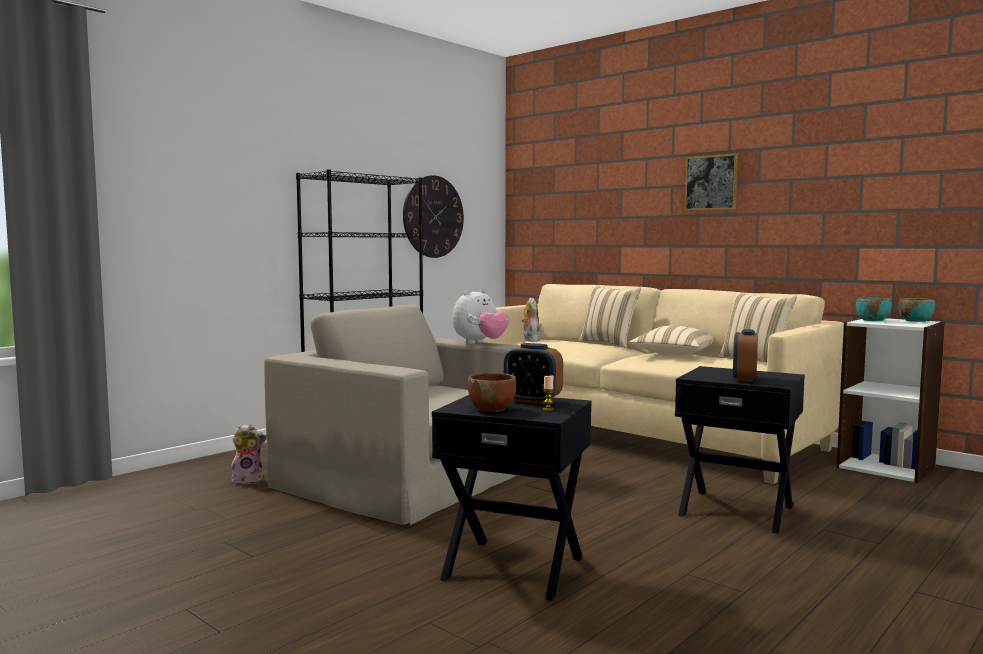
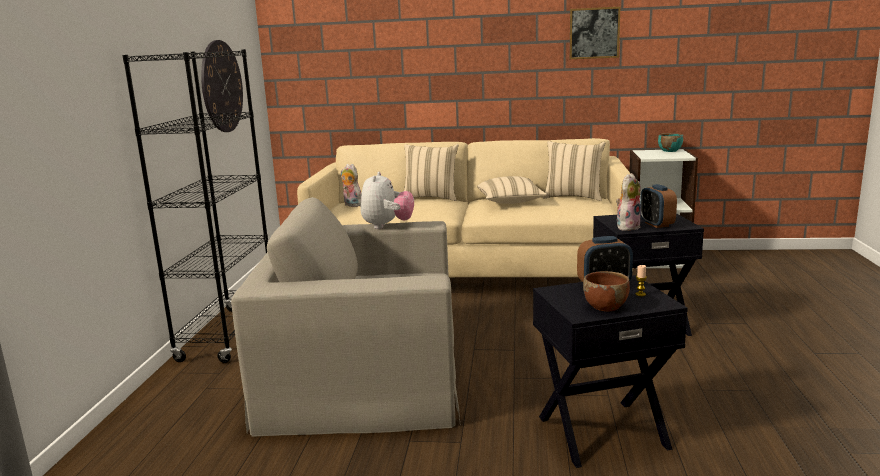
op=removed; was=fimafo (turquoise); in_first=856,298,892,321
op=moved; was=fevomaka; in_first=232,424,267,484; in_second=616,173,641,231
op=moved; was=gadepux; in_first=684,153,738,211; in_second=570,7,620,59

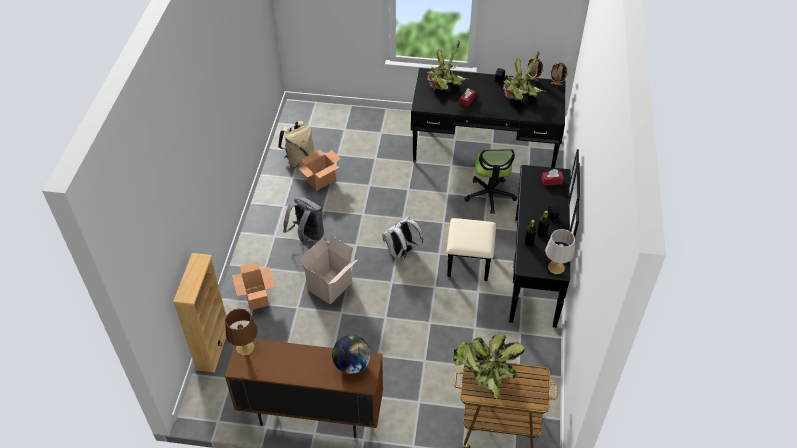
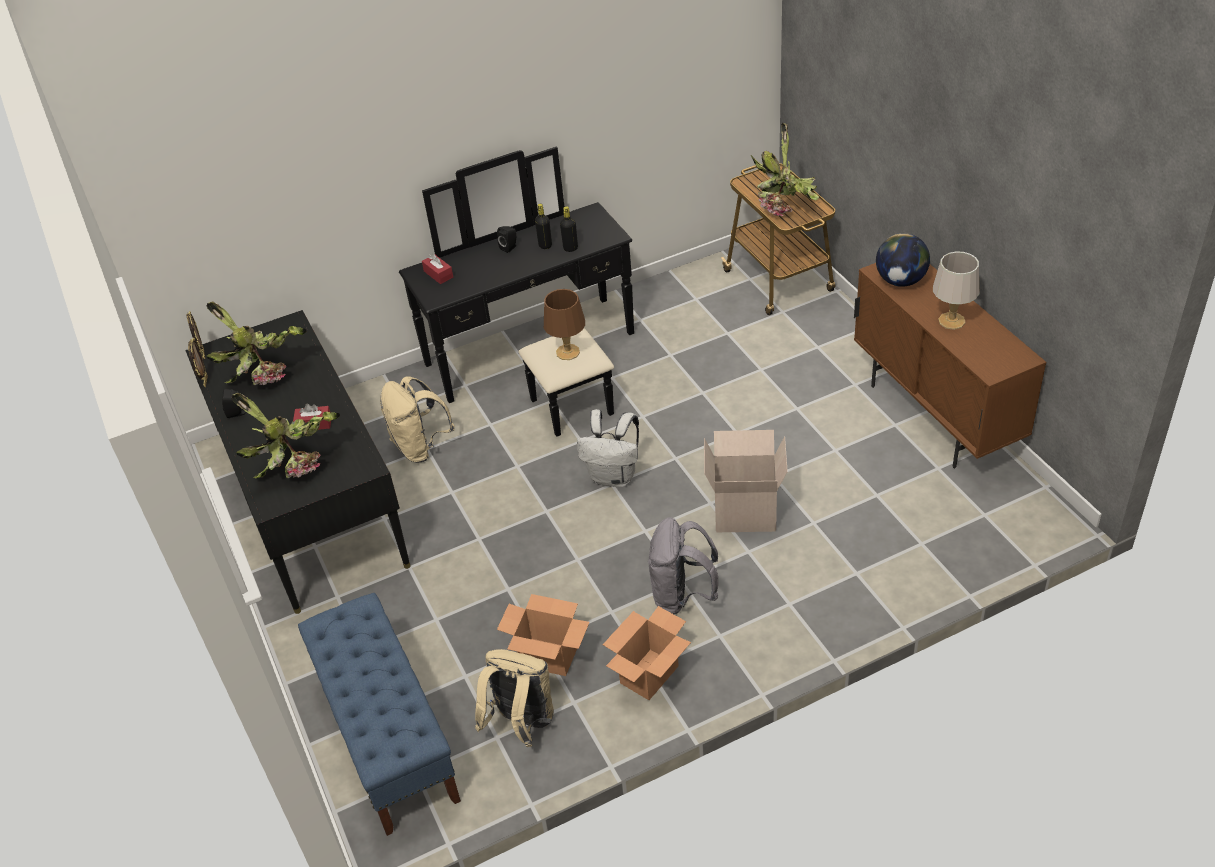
op=removed; was=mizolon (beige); in_first=173,253,226,372
op=added; now=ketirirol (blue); in_second=298,593,461,836
op=moved; was=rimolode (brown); in_first=225,308,258,356; in_second=544,289,585,360
op=moved; was=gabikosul; in_first=232,262,275,310; in_second=603,606,691,700
op=moved; was=rimolode (grey); in_first=545,229,575,274; in_second=933,251,979,330
op=replaced; was=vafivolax; now=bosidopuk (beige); in_first=464,149,517,214; in_second=380,376,455,462

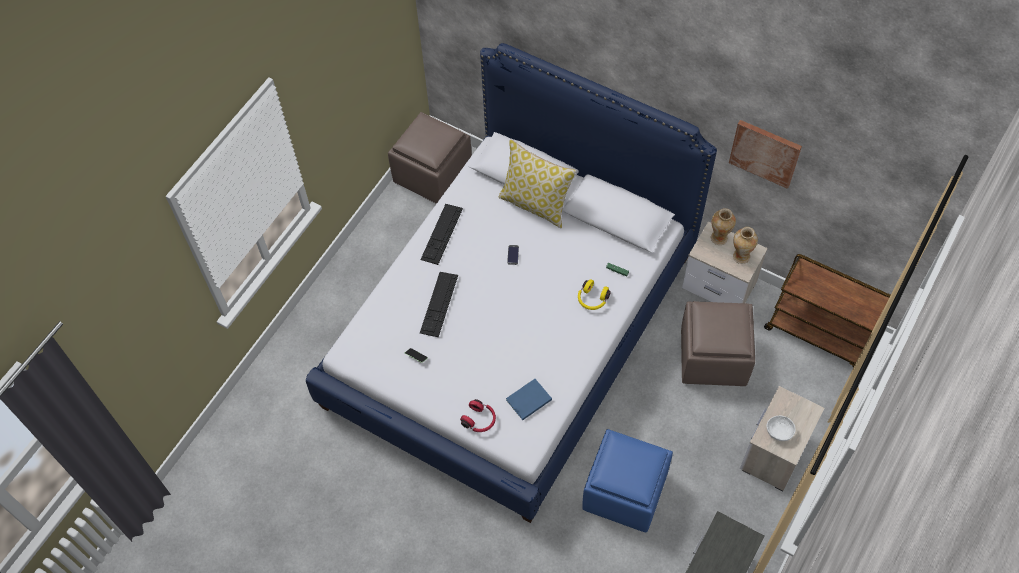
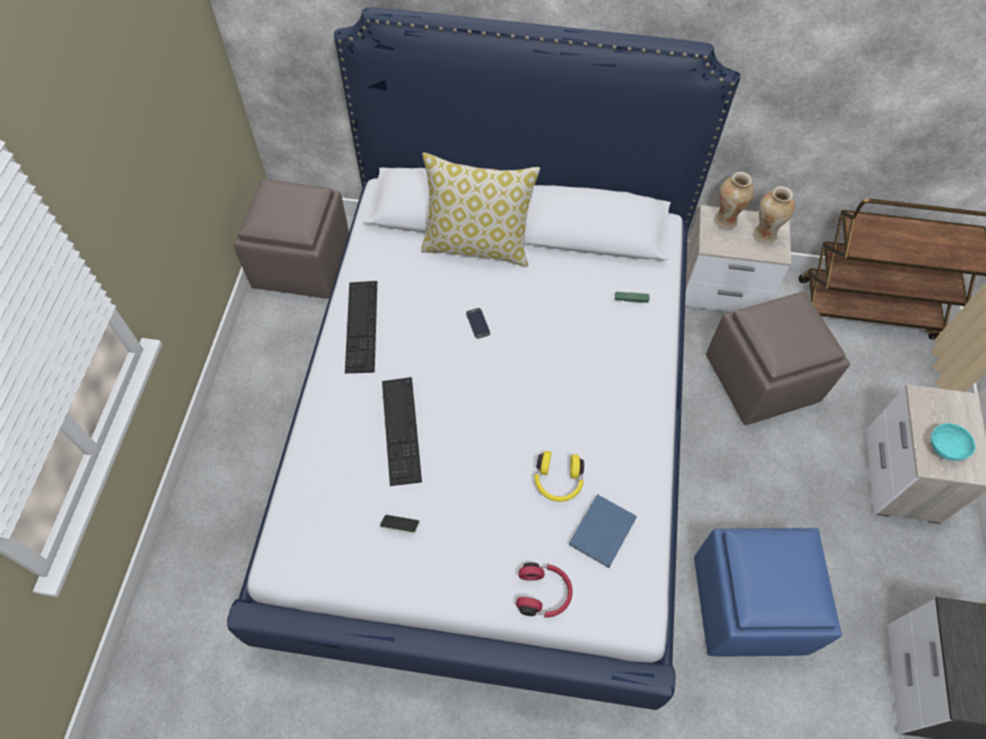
op=removed; was=gadepux; in_first=729,120,802,189
op=moved; was=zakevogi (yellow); in_first=578,279,611,310; in_second=534,451,584,502
op=recoloured; was=fimafo (white); now=fimafo (turquoise); in_first=766,416,796,441; in_second=931,423,976,461

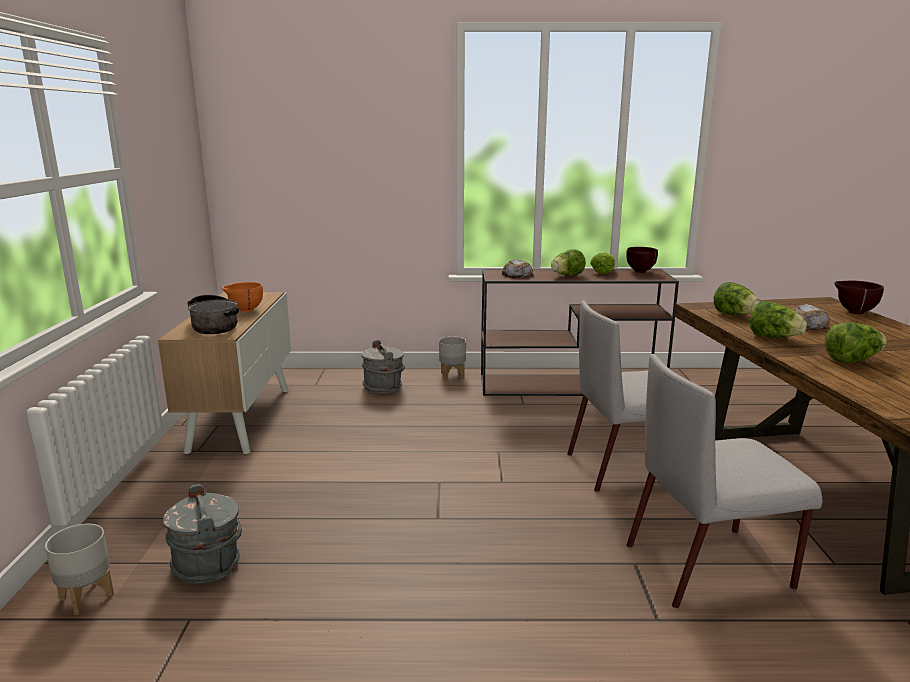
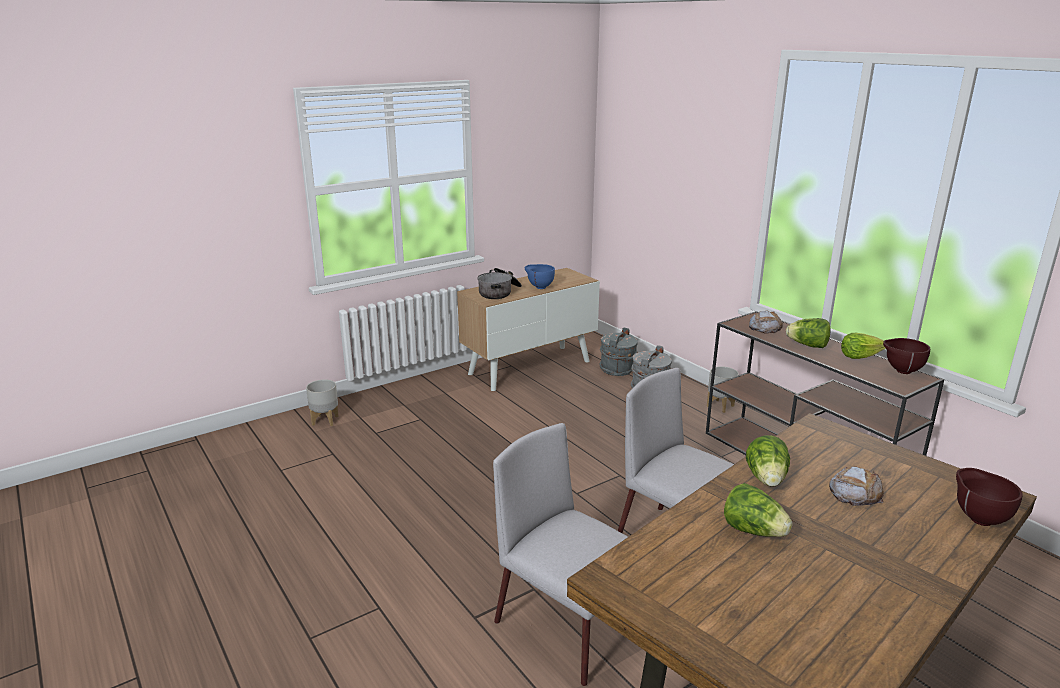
op=removed; was=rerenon; in_first=714,282,760,315
op=moved; was=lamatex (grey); in_first=163,484,242,584; in_second=600,328,638,376
op=recoloured; was=fimafo (orange); now=fimafo (blue); in_first=222,282,263,312; in_second=525,264,555,289

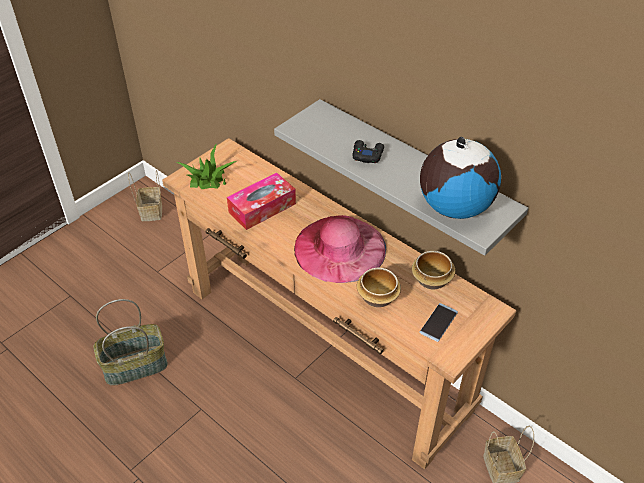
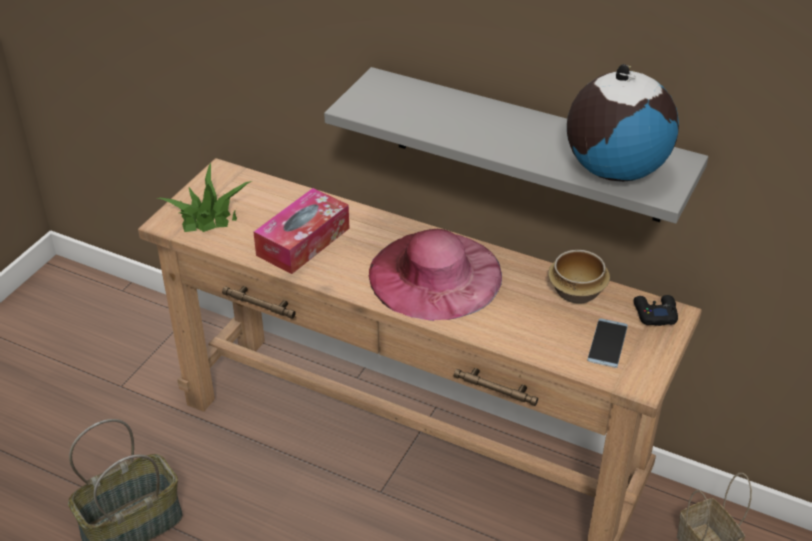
op=removed; was=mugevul; in_first=128,170,162,221
op=removed; was=fimafo; in_first=357,268,401,307
op=moved; was=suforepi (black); in_first=352,140,384,163; in_second=634,295,678,326

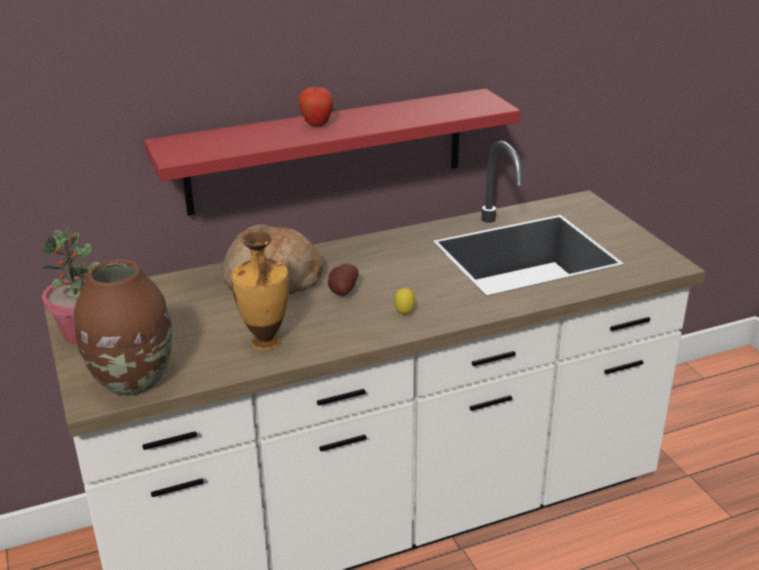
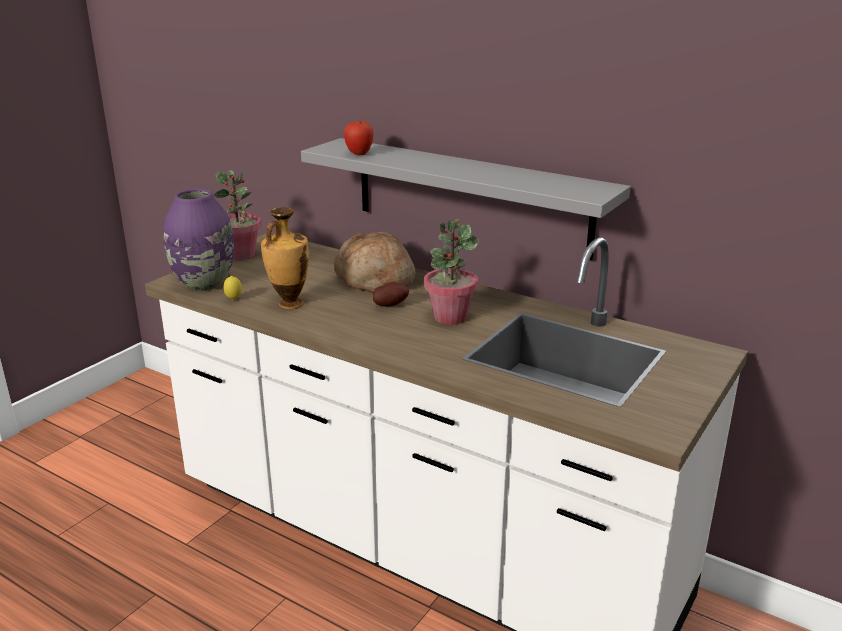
op=added; now=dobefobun; in_second=424,219,479,325
op=moved; was=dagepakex; in_first=298,86,333,127; in_second=344,120,374,155
op=moved; was=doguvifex; in_first=394,288,415,315; in_second=224,276,242,300
op=recoloured; was=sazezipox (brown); now=sazezipox (purple); in_first=74,260,172,396; in_second=163,189,234,291
op=recoloured; was=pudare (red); now=pudare (grey); in_first=144,89,520,216; in_second=301,138,631,260

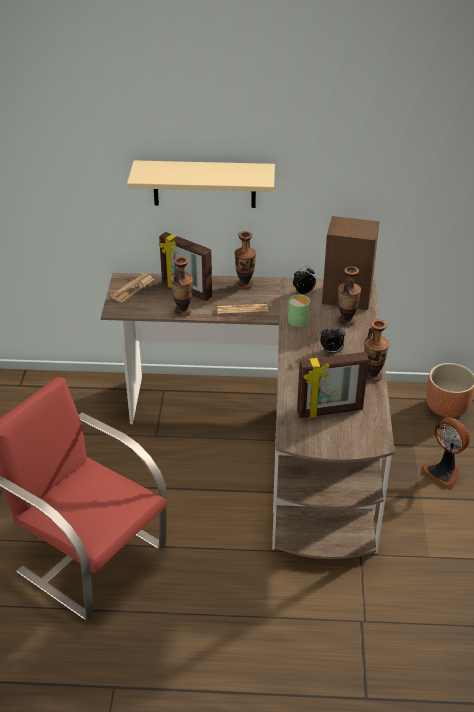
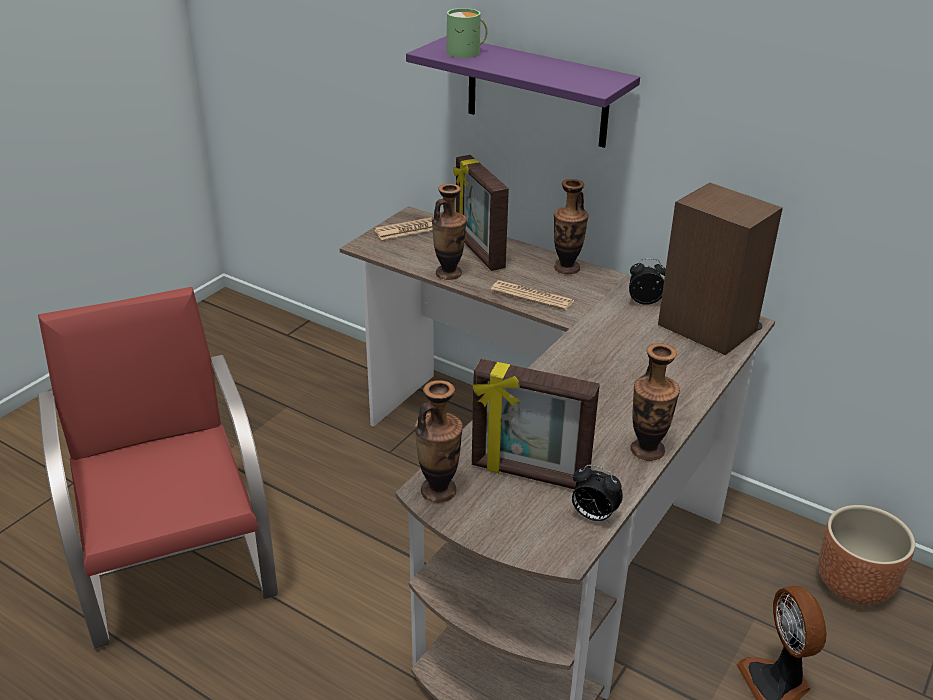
op=moved; was=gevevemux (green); in_first=288,295,311,327; in_second=447,8,488,58
op=moved; was=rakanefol; in_first=320,326,345,353; in_second=572,465,623,523
op=moved; was=sazezipox; in_first=338,266,361,326; in_second=415,380,463,503
op=recoloured; was=pudare (beige); now=pudare (purple); in_first=127,160,275,208; in_second=406,36,640,148

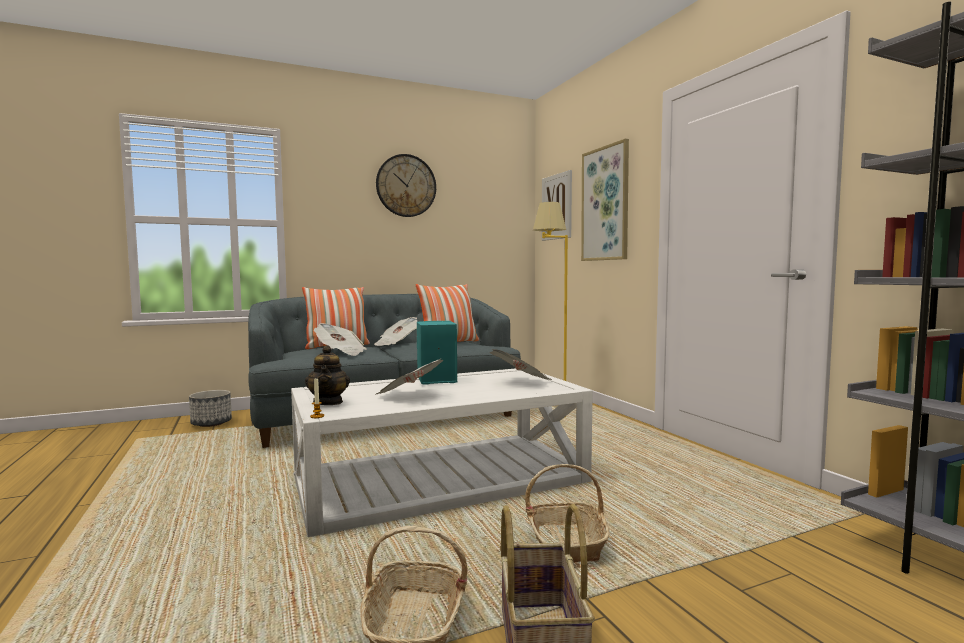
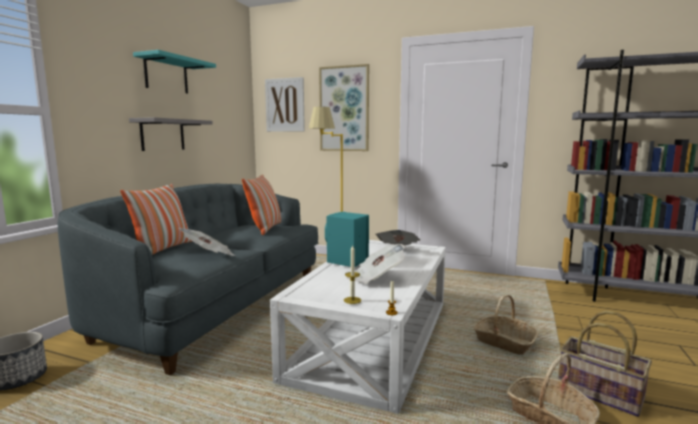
op=removed; was=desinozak; in_first=374,317,417,346
op=added; now=pudare (grey); in_second=129,117,213,151
op=replaced; was=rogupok; now=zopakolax; in_first=305,345,350,405; in_second=344,244,361,304
op=replaced; was=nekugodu; now=pudare (turquoise); in_first=376,154,436,217; in_second=133,50,216,93

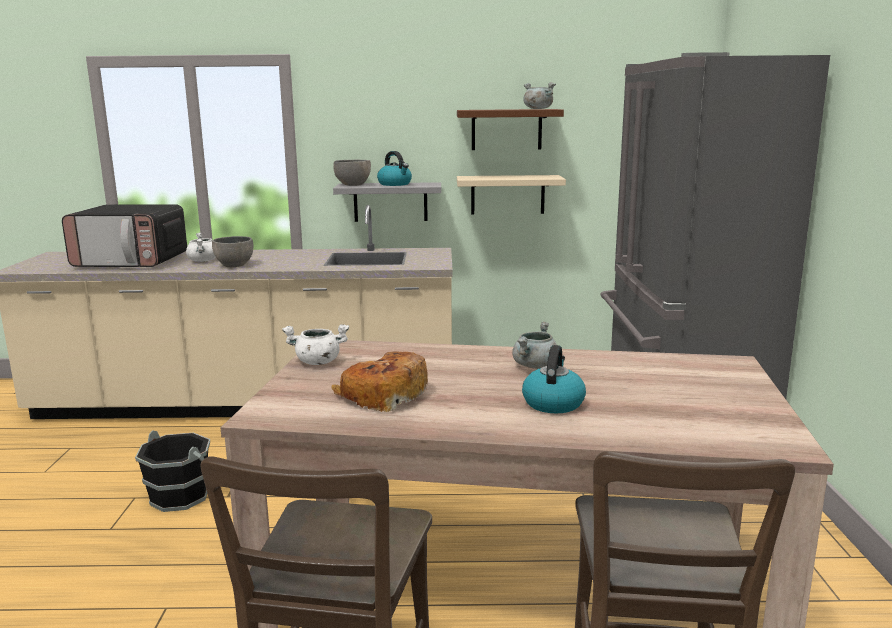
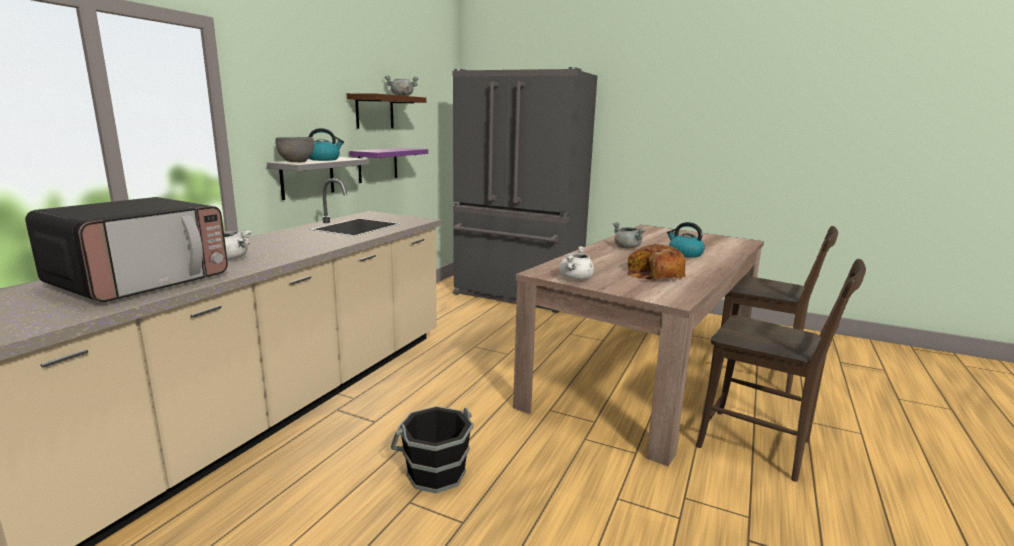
op=removed; was=fimafo (grey); in_first=212,236,253,267
op=recoloured; was=pudare (beige); now=pudare (purple); in_first=457,175,566,214; in_second=349,148,428,183

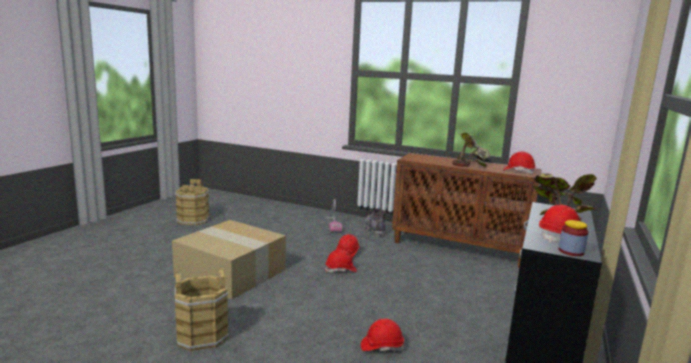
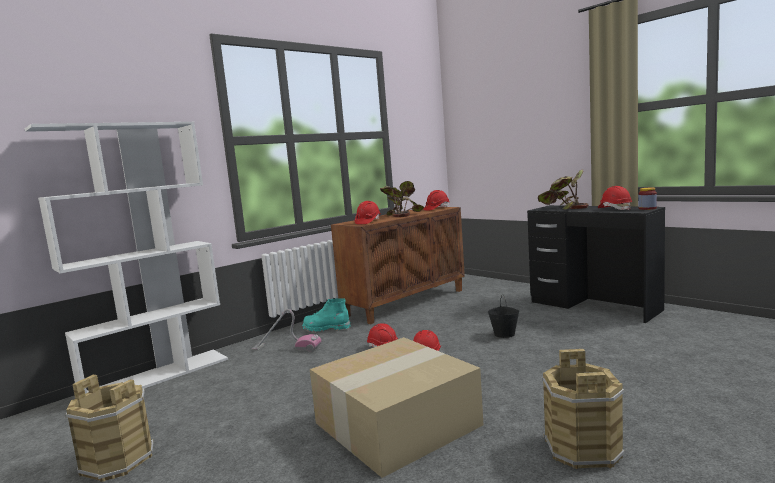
op=added; now=mizolon (white); in_second=25,122,228,394
op=added; now=lamatex (black); in_second=488,294,520,338
op=moved; was=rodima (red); in_first=361,319,404,351; in_second=355,201,381,224
op=recoloured; was=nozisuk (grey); now=nozisuk (turquoise); in_first=364,208,386,236; in_second=302,298,351,333

